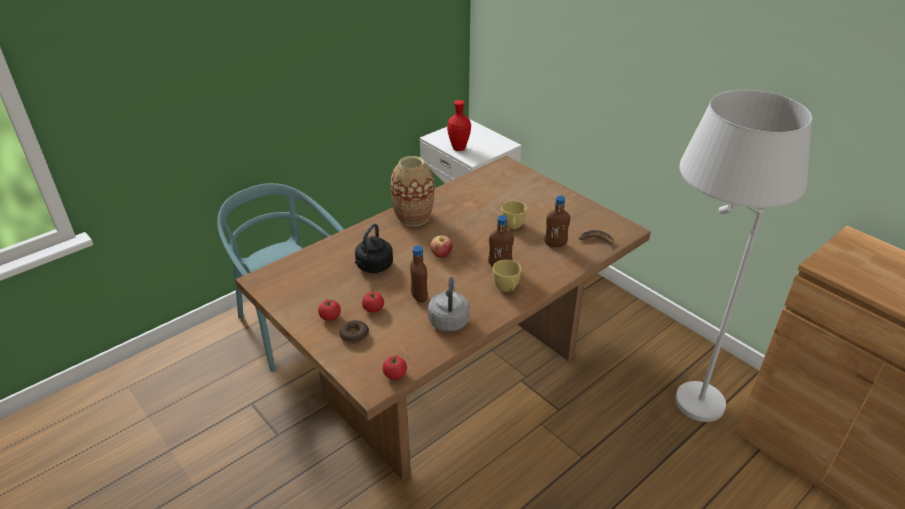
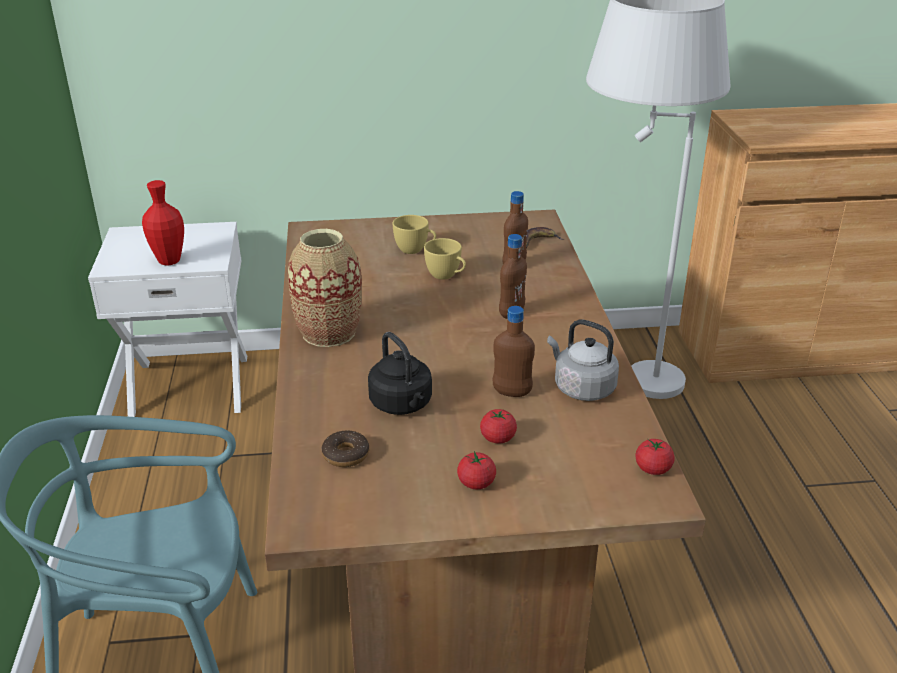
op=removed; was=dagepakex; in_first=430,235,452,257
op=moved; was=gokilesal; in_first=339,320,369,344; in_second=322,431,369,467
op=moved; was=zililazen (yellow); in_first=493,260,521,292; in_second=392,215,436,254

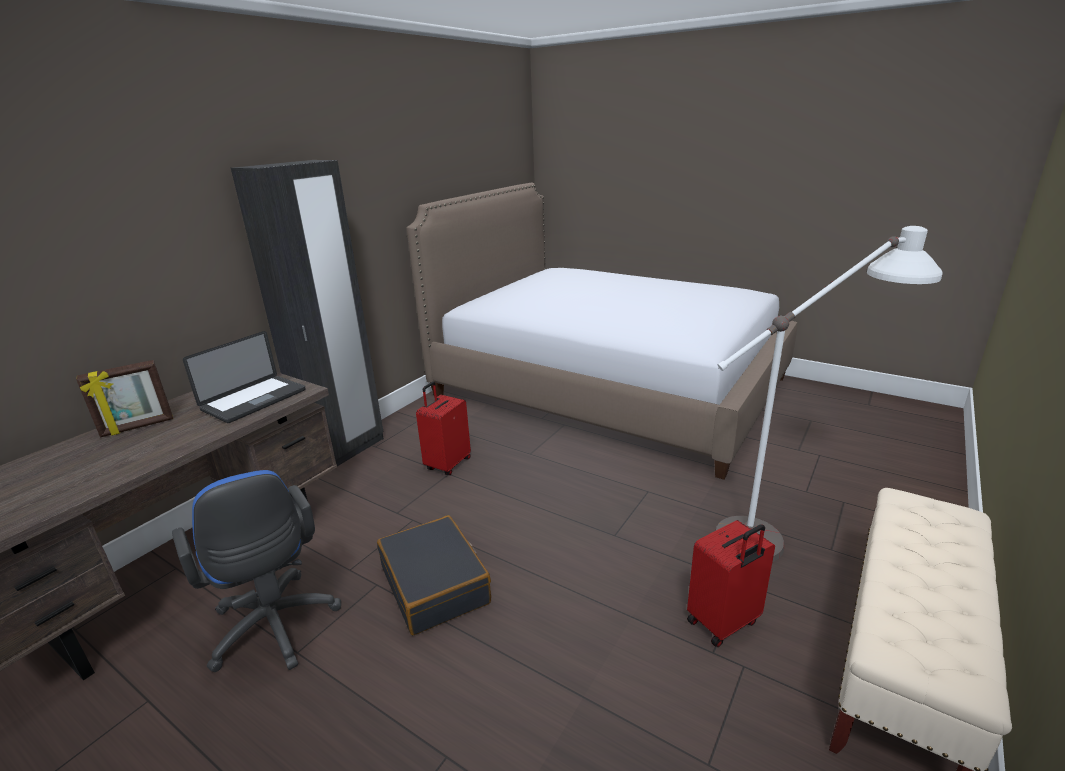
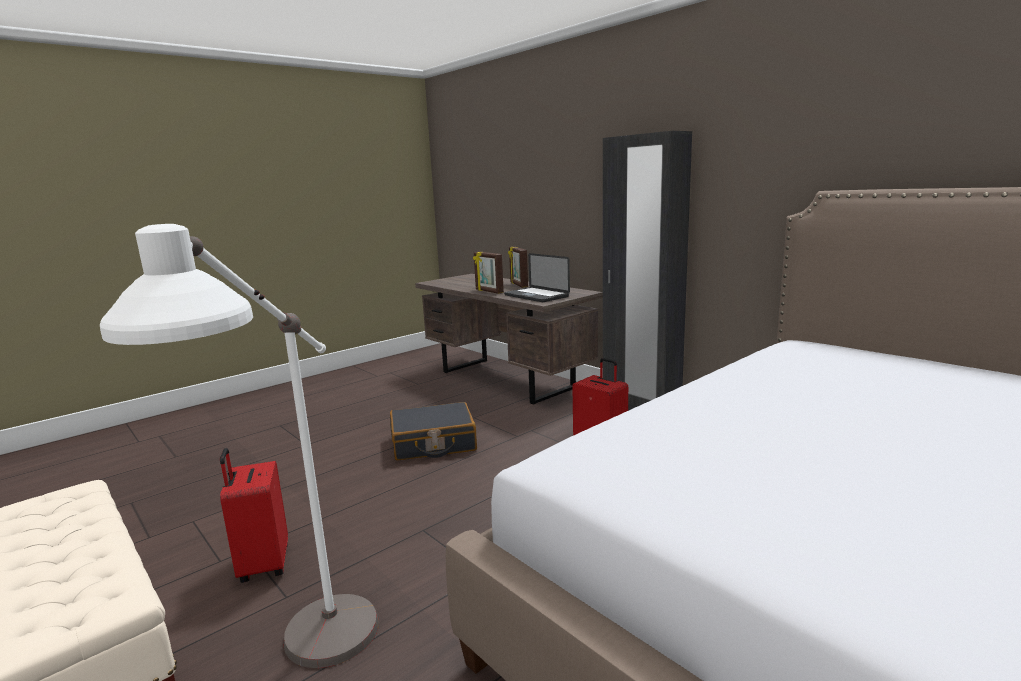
op=removed; was=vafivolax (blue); in_first=172,470,341,672
op=added; now=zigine; in_second=473,251,504,294

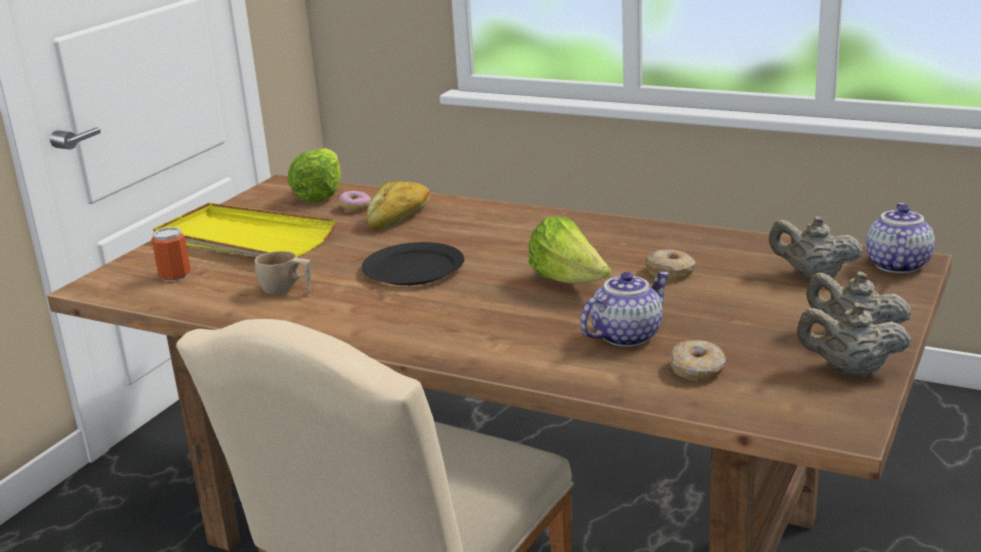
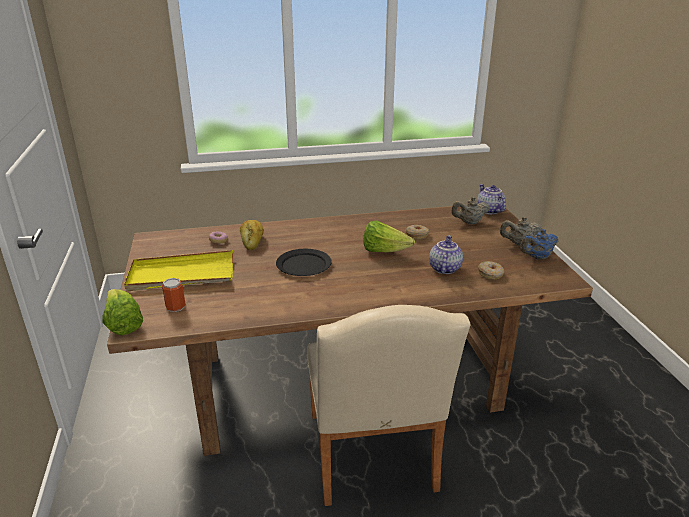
op=removed; was=zililazen (beige); in_first=255,251,311,294
op=moved; was=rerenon; in_first=288,148,341,203; in_second=103,289,143,335
op=recoloured; was=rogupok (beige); now=rogupok (blue); in_first=797,303,912,377; in_second=520,229,559,260

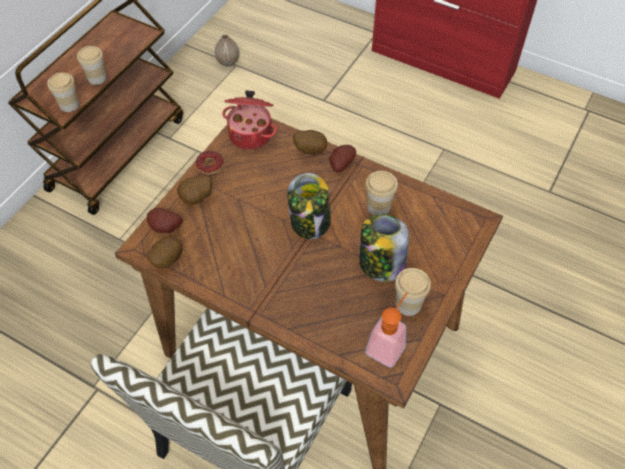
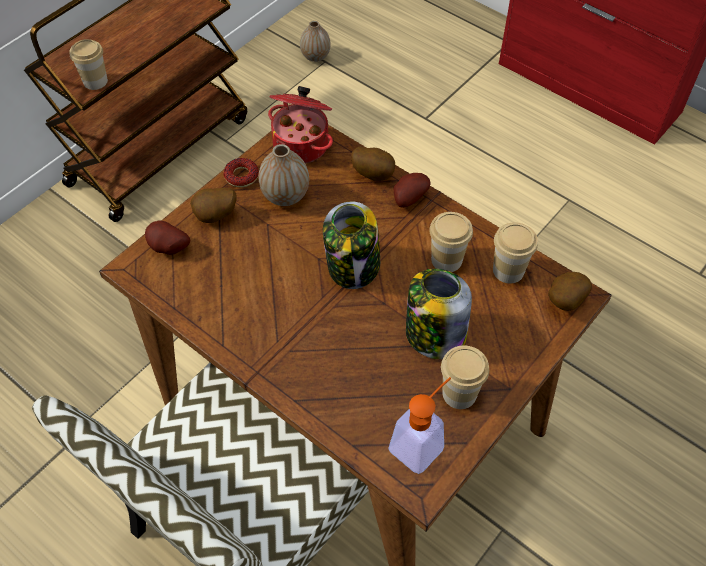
op=added; now=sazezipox; in_second=259,144,309,206
op=moved; was=zililazen; in_first=77,46,107,85; in_second=493,222,538,284
op=moved; was=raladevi; in_first=147,237,182,268; in_second=548,272,592,311

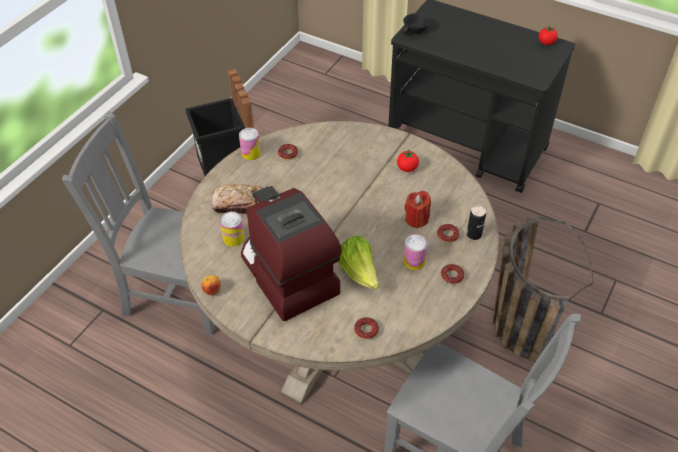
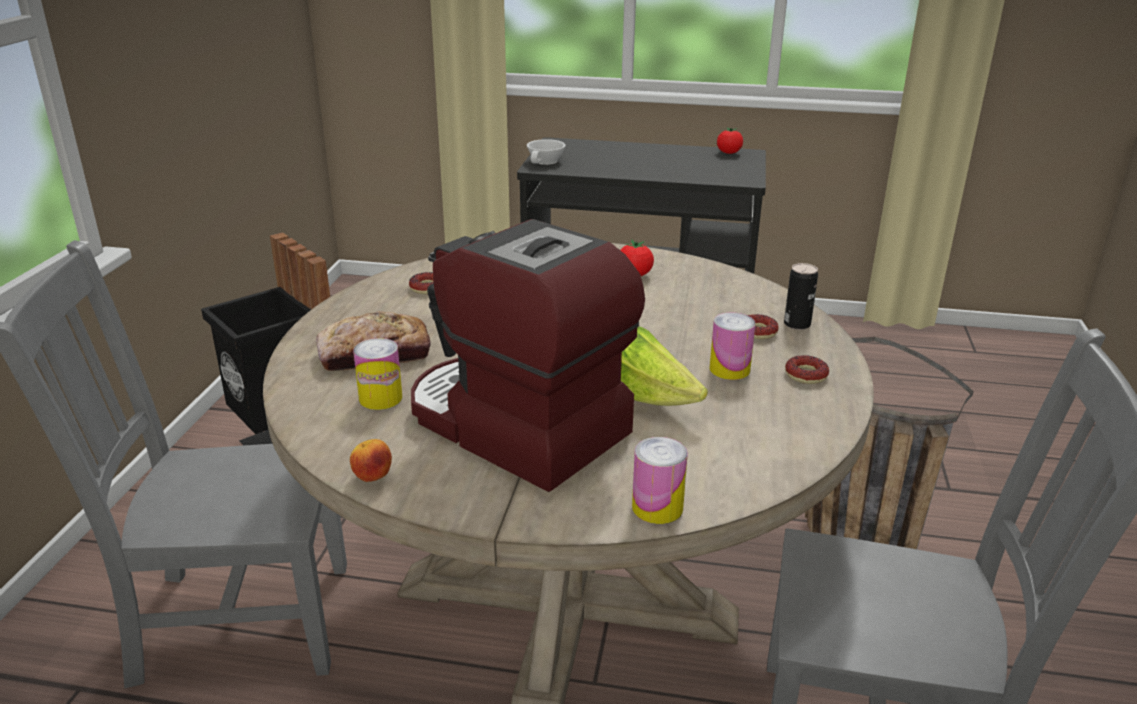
op=removed; was=gokilesal; in_first=354,317,379,340
op=removed; was=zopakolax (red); in_first=404,191,431,229
op=moved; was=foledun; in_first=239,128,261,160; in_second=632,437,688,524
op=recoloured; was=zililazen (black); now=zililazen (white); in_first=403,13,430,35; in_second=527,139,566,165

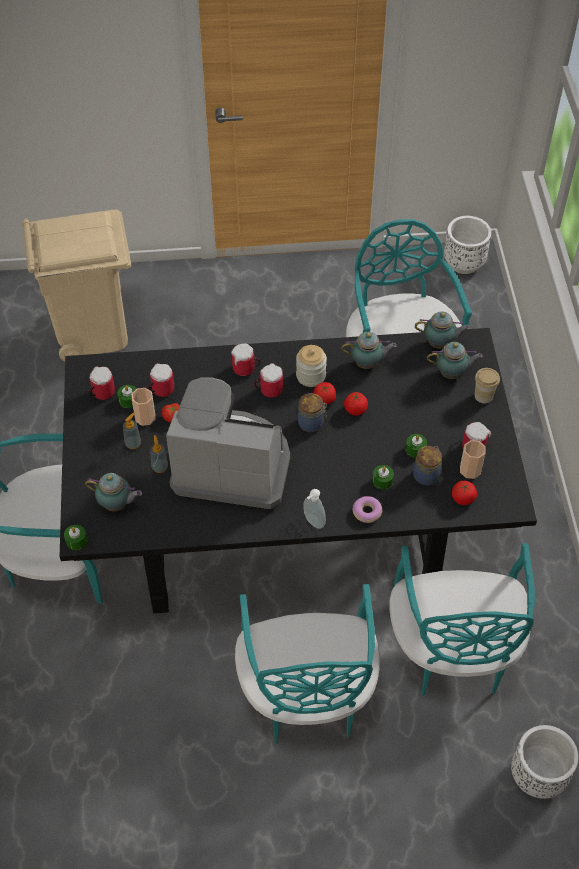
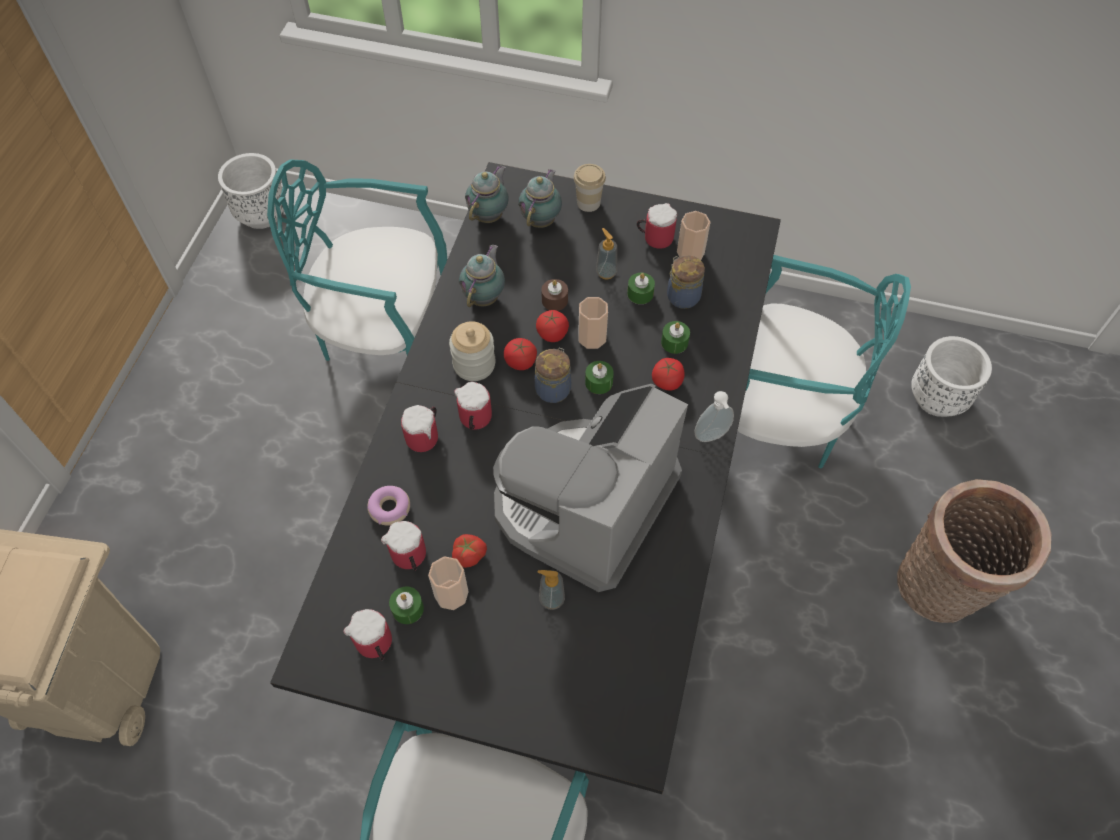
op=removed; was=rogupok; in_first=85,473,142,512
op=removed; was=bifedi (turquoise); in_first=235,584,380,744
op=added; now=zopakolax (brown); in_second=541,279,568,311
op=added; now=zililazen; in_second=578,297,608,349
op=added; now=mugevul; in_second=897,479,1051,623
op=moved; was=zopakolax (green); in_first=64,525,87,550; in_second=585,361,614,394
op=moved; was=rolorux; in_first=123,413,141,449; in_second=596,228,617,279
op=moved; was=gokilesal; in_first=352,496,382,523; in_second=367,486,410,525
op=moved; was=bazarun; in_first=452,481,477,505; in_second=652,358,685,391

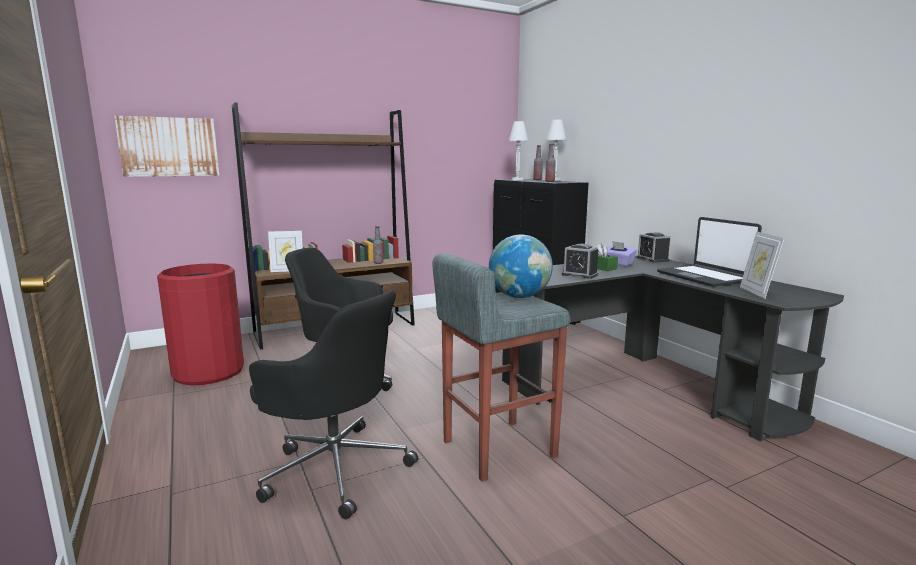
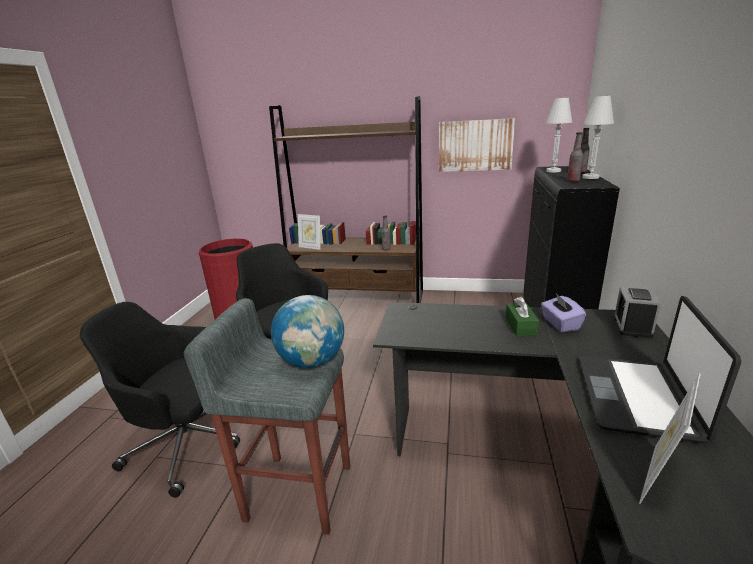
op=removed; was=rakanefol; in_first=562,244,599,279
op=moved; was=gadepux; in_first=114,116,219,177; in_second=439,118,515,172
op=turned; was=vafivolax (black); in_first=249,290,418,520; in_second=80,302,240,498; clockwise=120

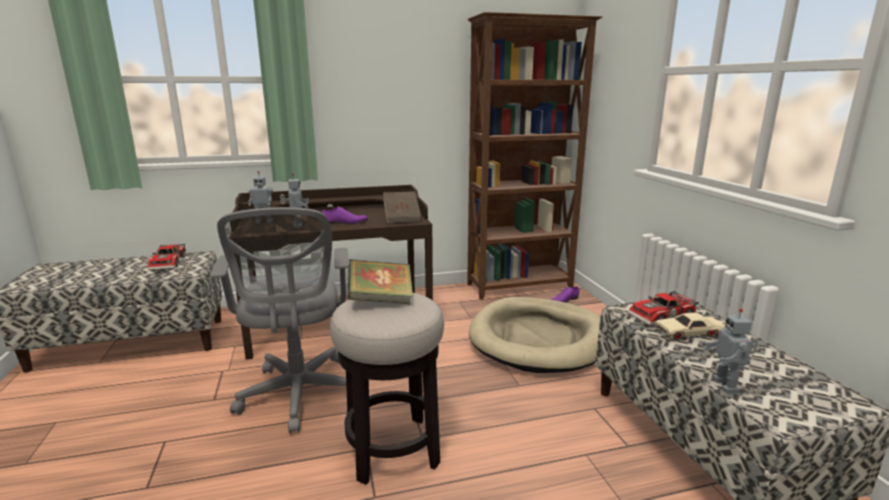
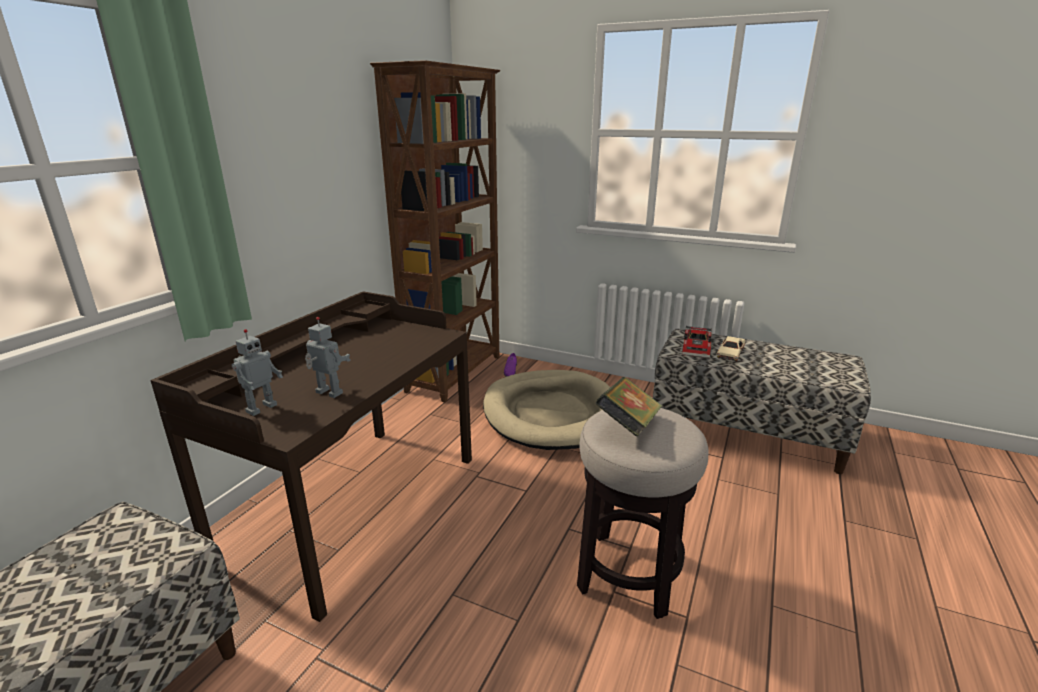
op=removed; was=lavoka; in_first=148,243,186,270
op=removed; was=vafivolax (grey); in_first=211,207,349,433
op=removed; was=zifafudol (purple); in_first=322,206,368,224
op=removed; was=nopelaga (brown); in_first=383,191,422,223
op=removed; was=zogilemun; in_first=703,308,758,393

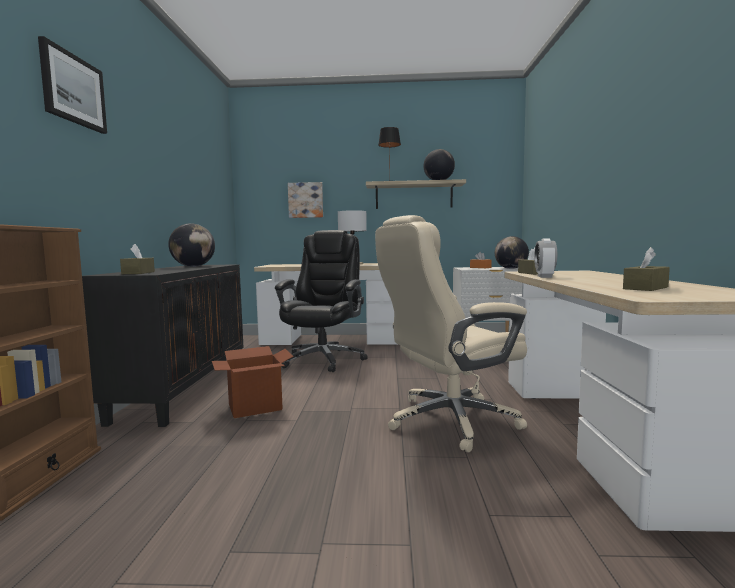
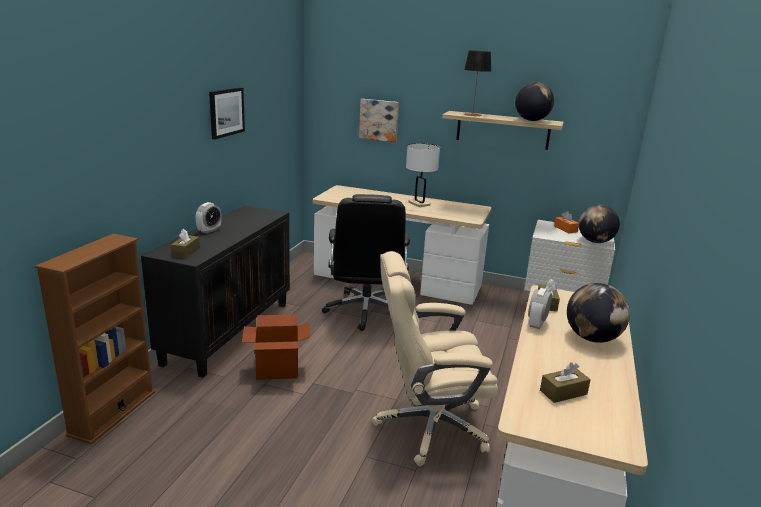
op=added; now=rakanefol; in_second=196,202,221,234
op=moved; was=gadepux; in_first=38,36,107,134; in_second=209,87,245,139
op=moved; was=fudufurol; in_first=168,223,215,267; in_second=567,283,630,343
op=turned; was=vafivolax (black); in_first=275,230,368,372; in_second=322,194,410,331; clockwise=150

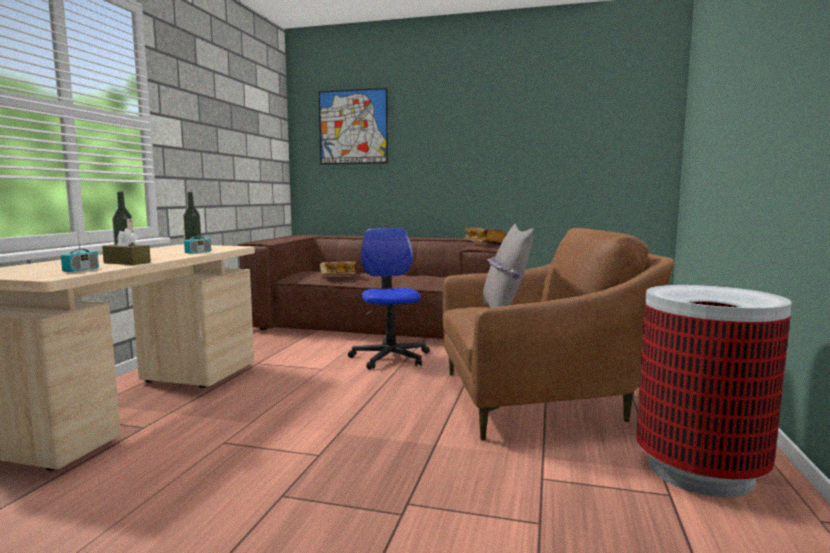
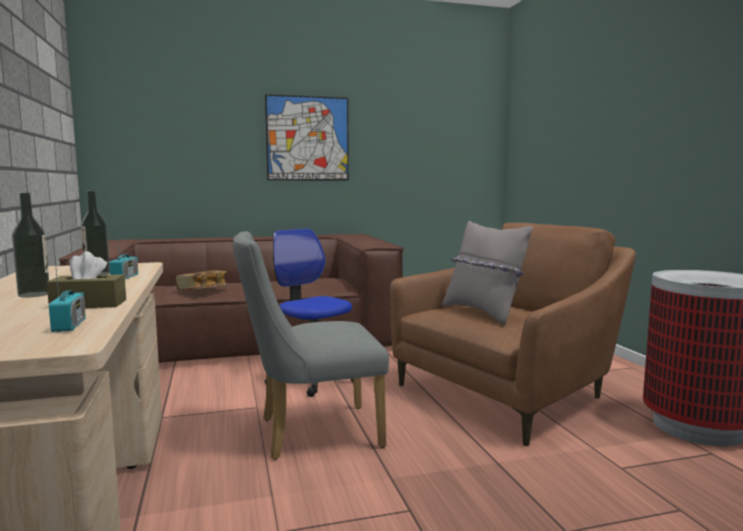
op=removed; was=nopelaga; in_first=463,227,506,245
op=added; now=bifedi (grey); in_second=233,231,389,460
op=moved; was=gadepux; in_first=319,88,388,164; in_second=265,94,349,180

